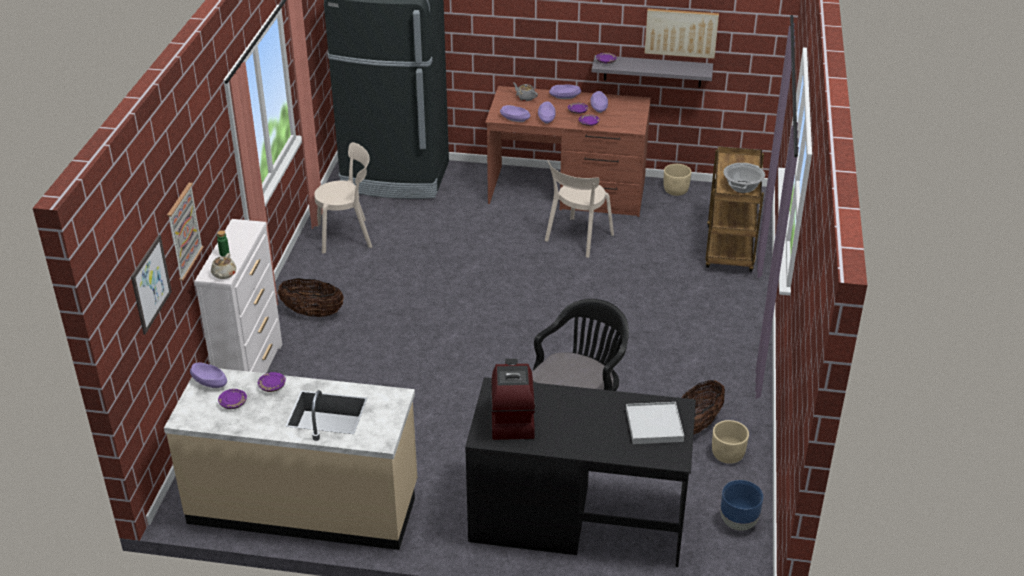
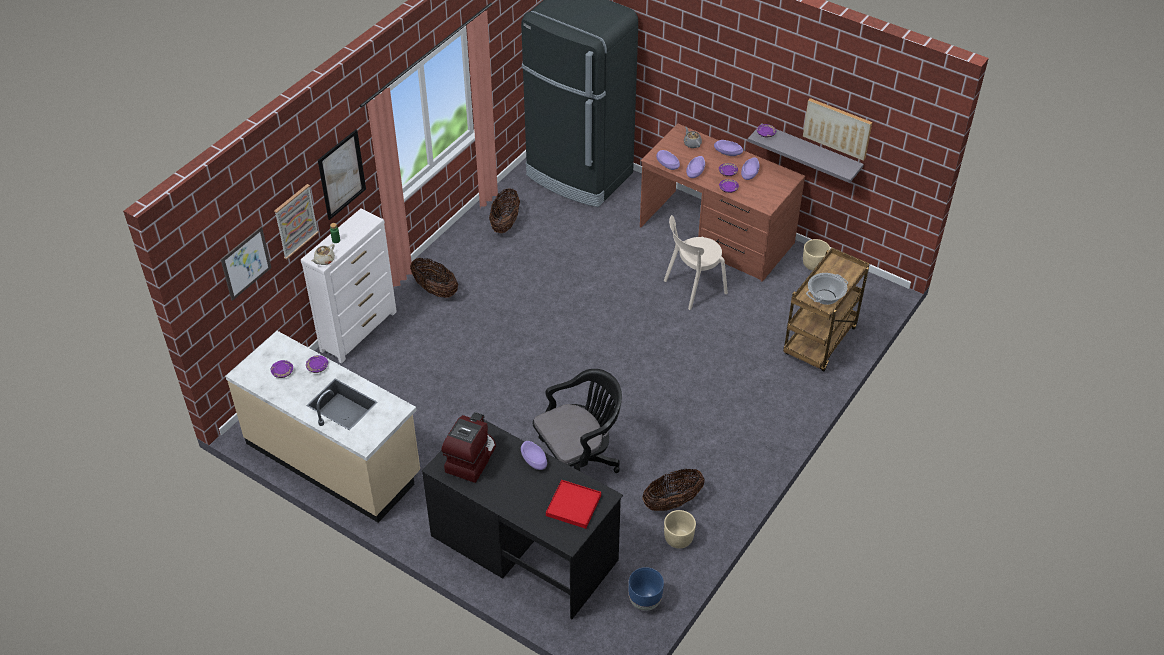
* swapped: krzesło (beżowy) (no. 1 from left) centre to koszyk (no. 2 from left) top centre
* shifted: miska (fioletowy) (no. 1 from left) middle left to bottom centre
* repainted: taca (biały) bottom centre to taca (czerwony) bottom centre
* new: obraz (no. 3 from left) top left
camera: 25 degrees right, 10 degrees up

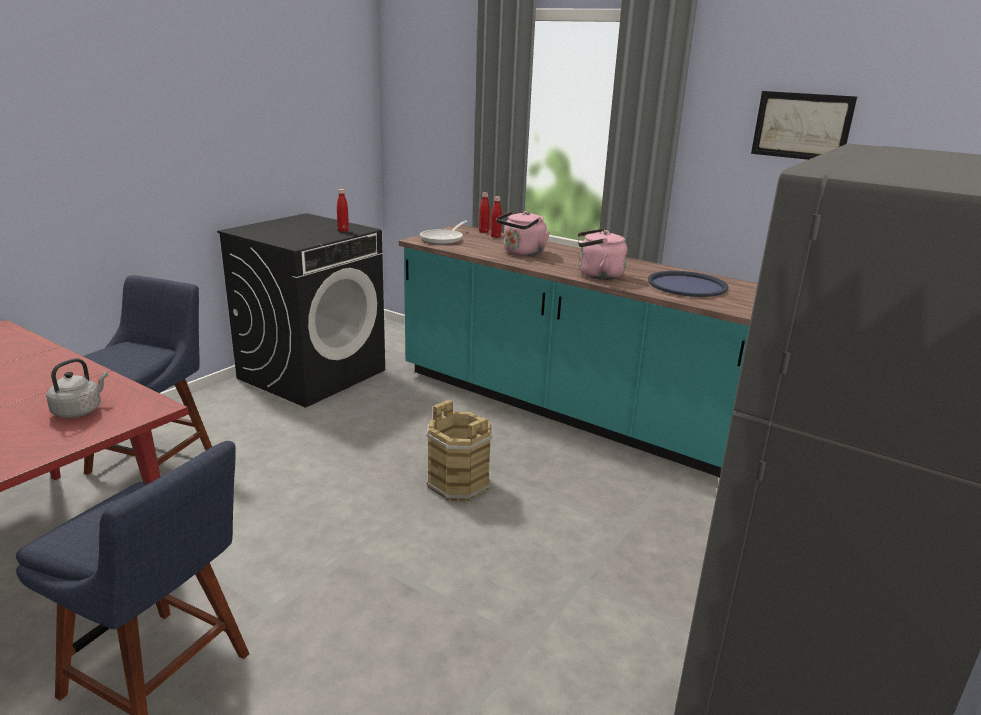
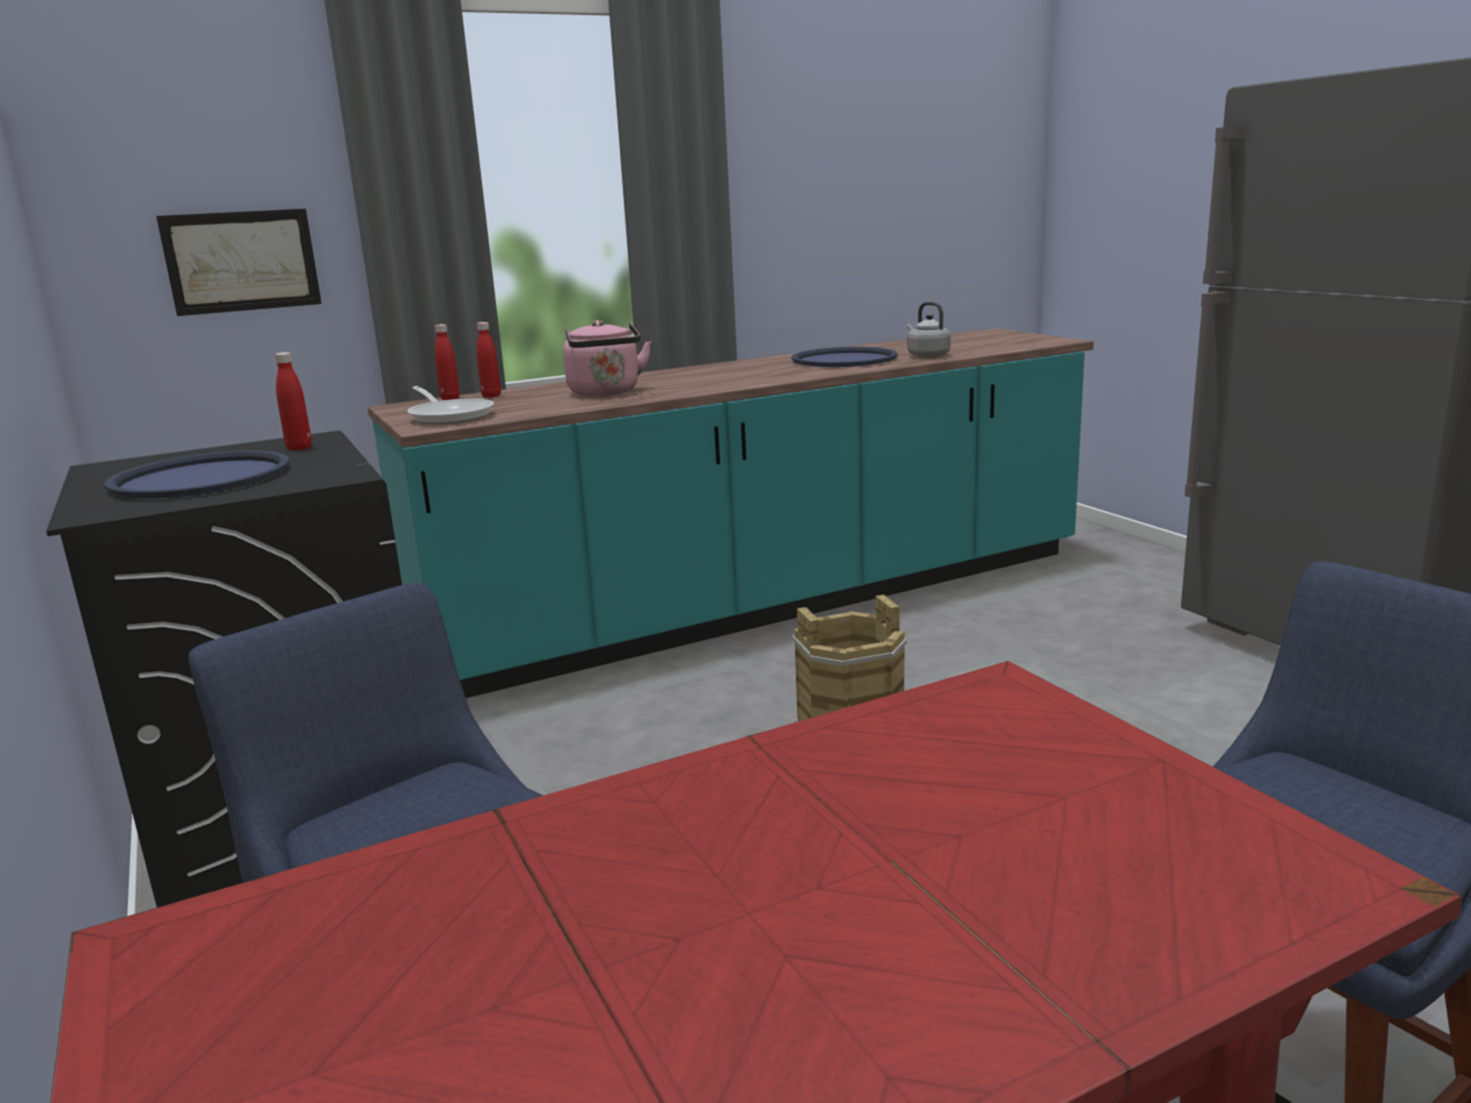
* shifted: obraz top right to top left
* gone: czajnik (różowy) (no. 2 from left) centre
* shifted: czajnik (szary) middle left to top centre
* new: taca (niebieski) (no. 1 from left) middle left
camera: 60 degrees left, 5 degrees down

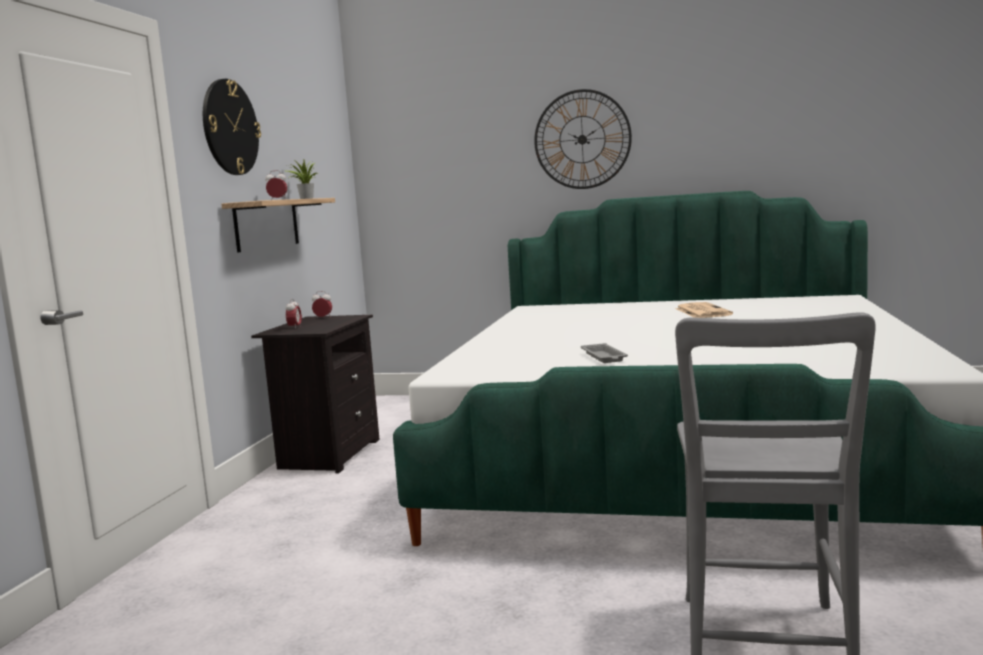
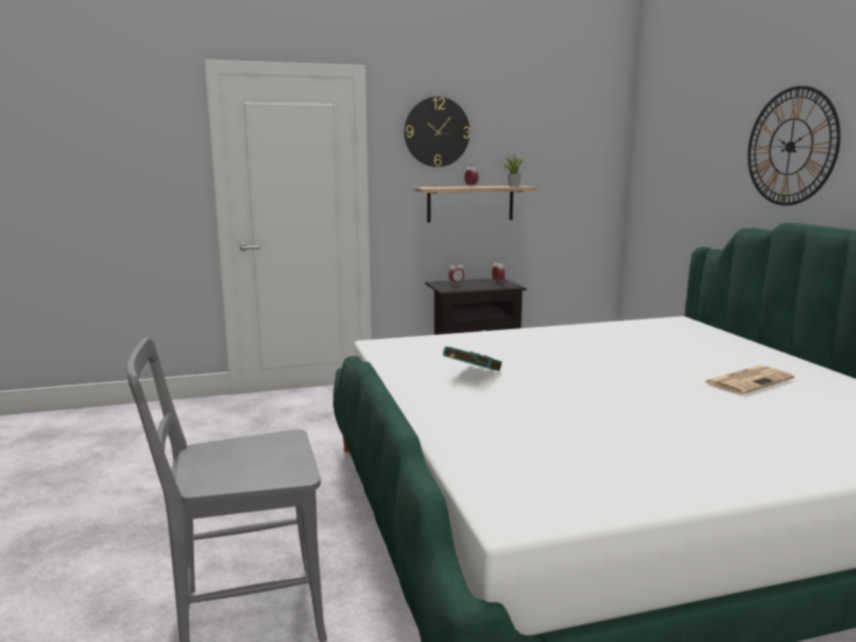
* swapped: taca (szary) centre to książka (turkusowy) centre
camera: 60 degrees right, 5 degrees up

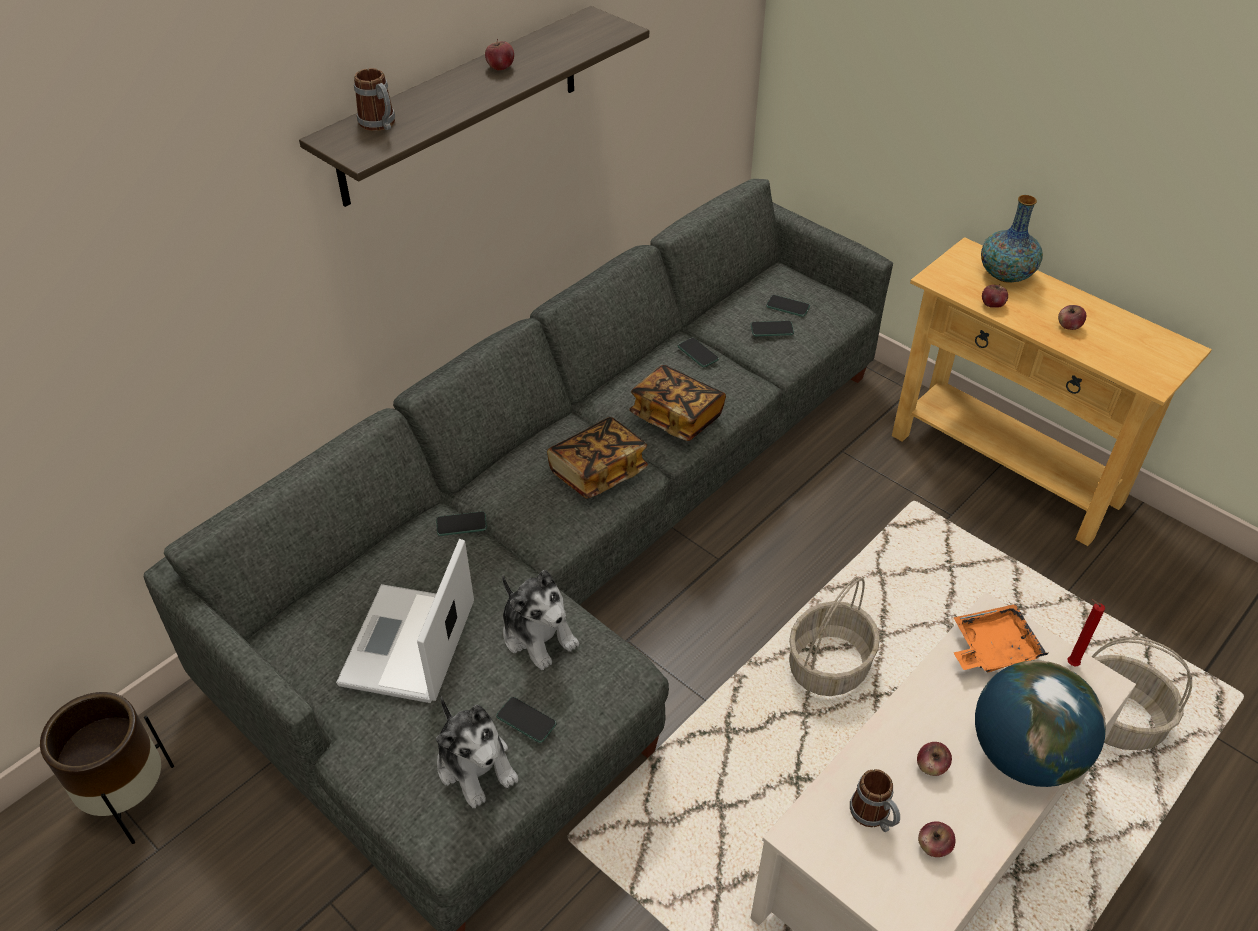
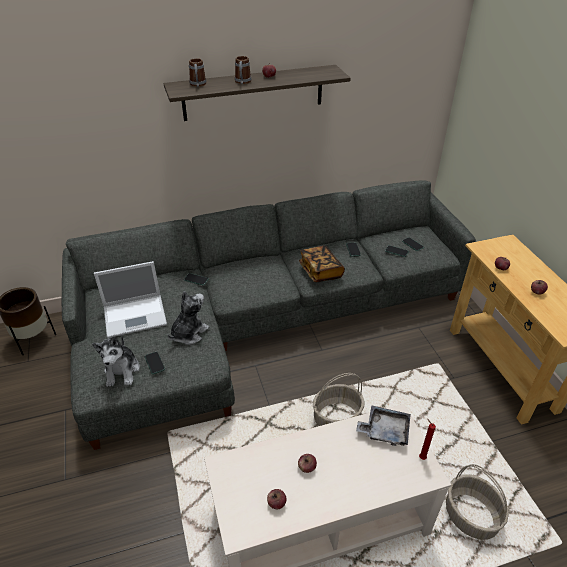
* gone: wazon top right
* gone: książka (no. 1 from left) centre
* rotated: laptop bottom left = middle left 150 degrees counterclockwise
* rotated: pluszak (no. 2 from left) centre = middle left 135 degrees counterclockwise
* repainted: taca (pomarańczowy) bottom right to taca (szary) bottom right
* gone: globus bottom right
* shifted: kubek (no. 2 from left) bottom right to top centre
camera: 30 degrees right, 5 degrees down

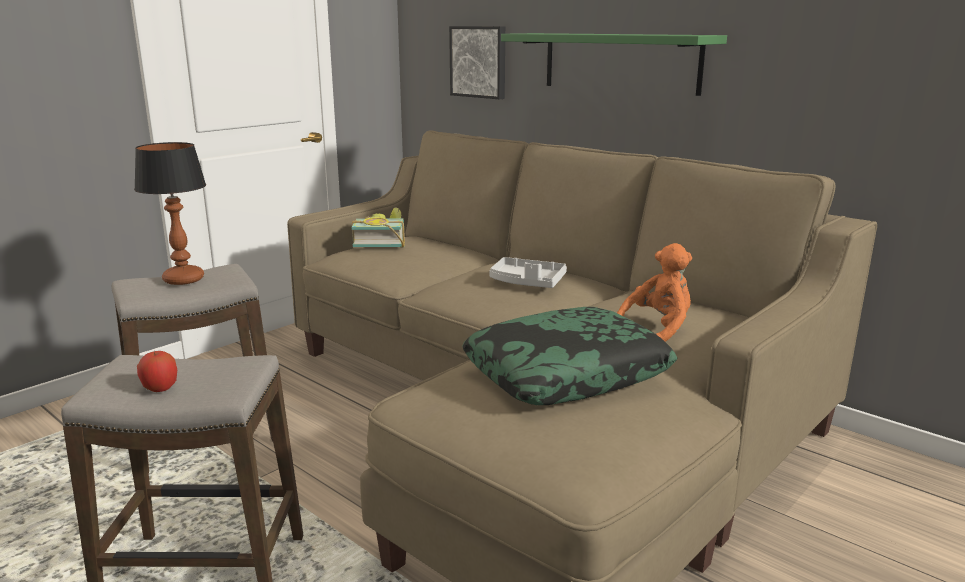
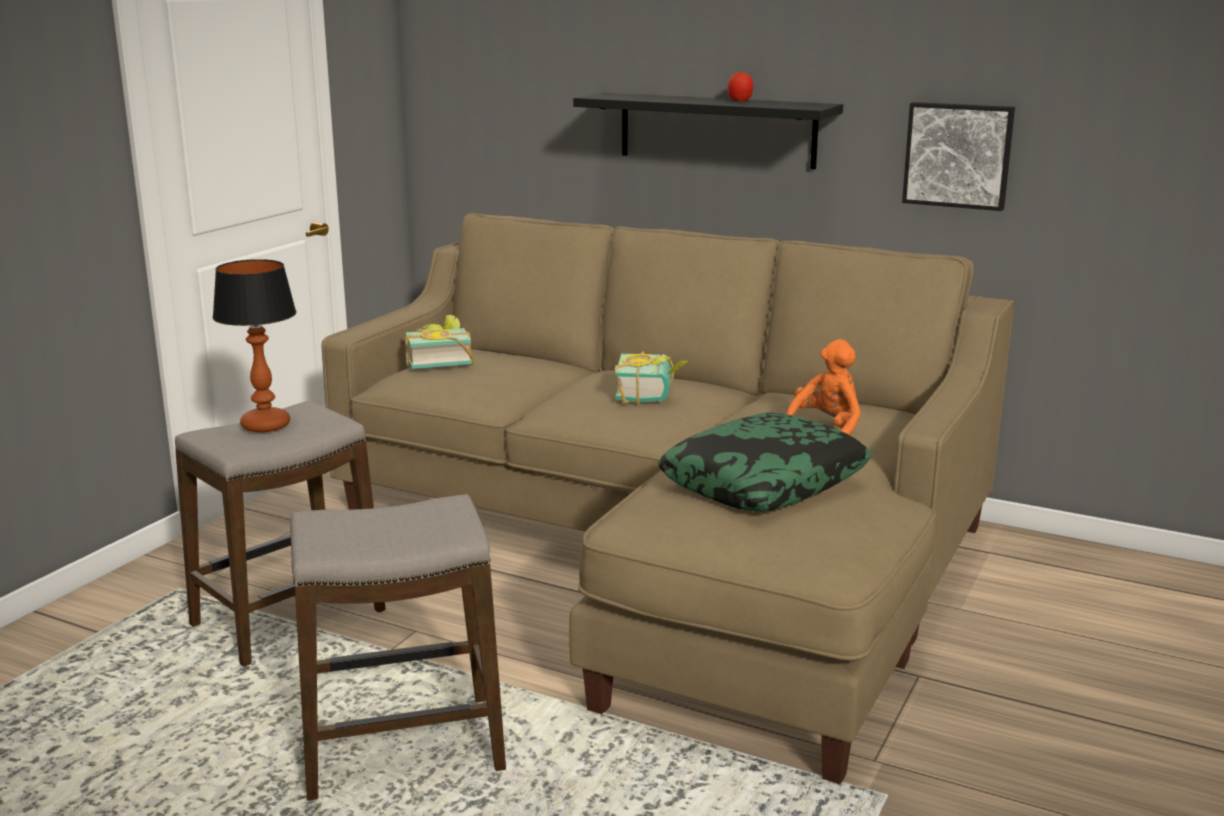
* shifted: obraz top centre to top right
* repainted: półka (zielony) top centre to półka (czarny) top centre
* swapped: taca (szary) centre to książka (no. 2 from left) centre
* shifted: jabłko middle left to top centre
camera: 15 degrees left, 0 degrees up

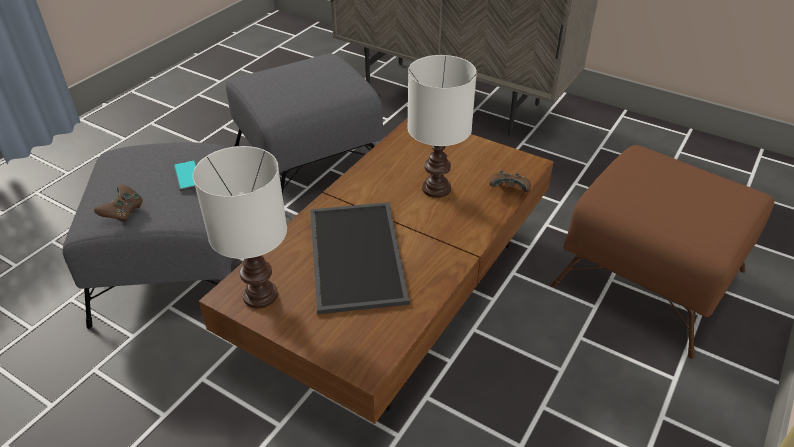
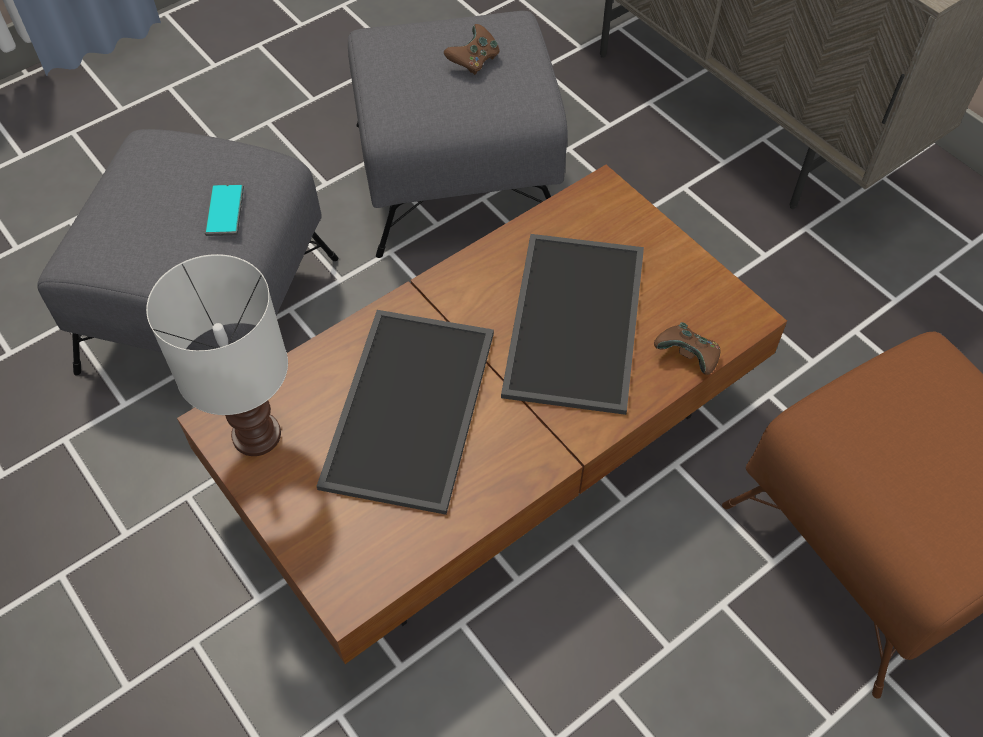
* swapped: lampa stołowa (biały) (no. 2 from left) top centre to taca (no. 2 from left) centre
* shifted: pad do gier (brązowy) (no. 1 from left) middle left to top centre
camera: 20 degrees right, 15 degrees up

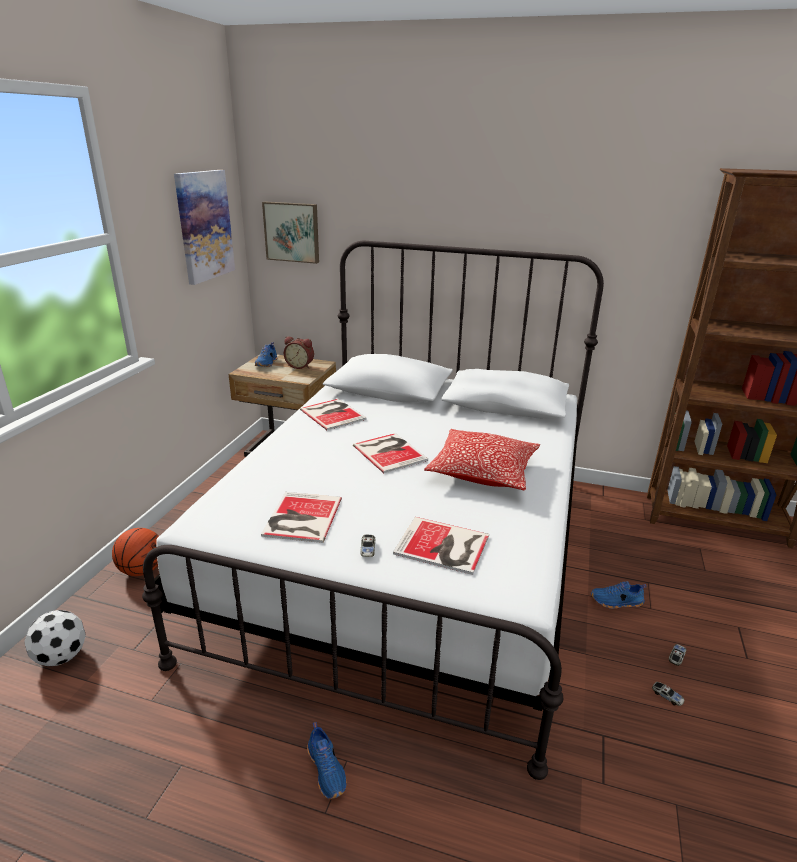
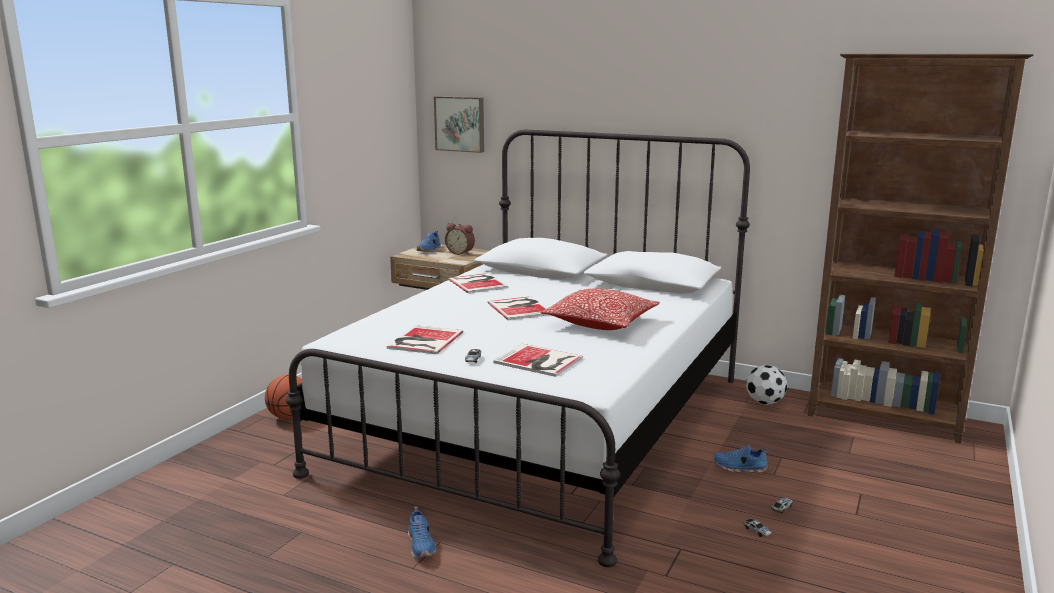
* gone: obraz (no. 1 from left) top left
* shifted: piłka futbolowa bottom left to middle right
camera: 10 degrees right, 10 degrees down

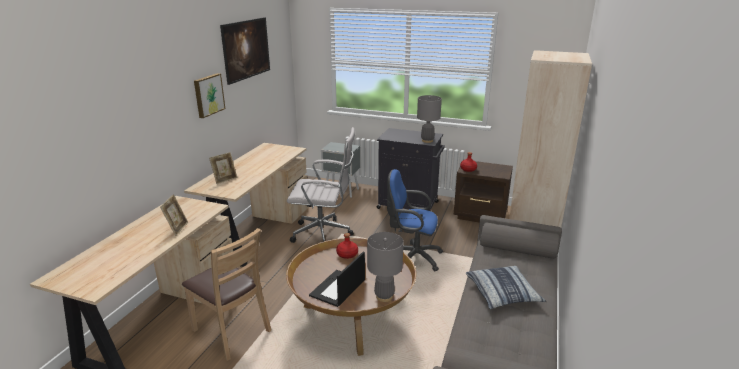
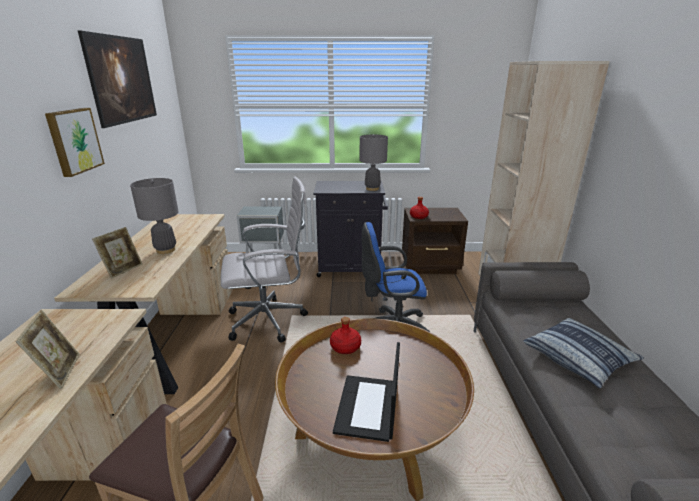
* shifted: lampa stołowa (szary) (no. 1 from left) bottom centre to middle left
camera: 20 degrees left, 0 degrees up

